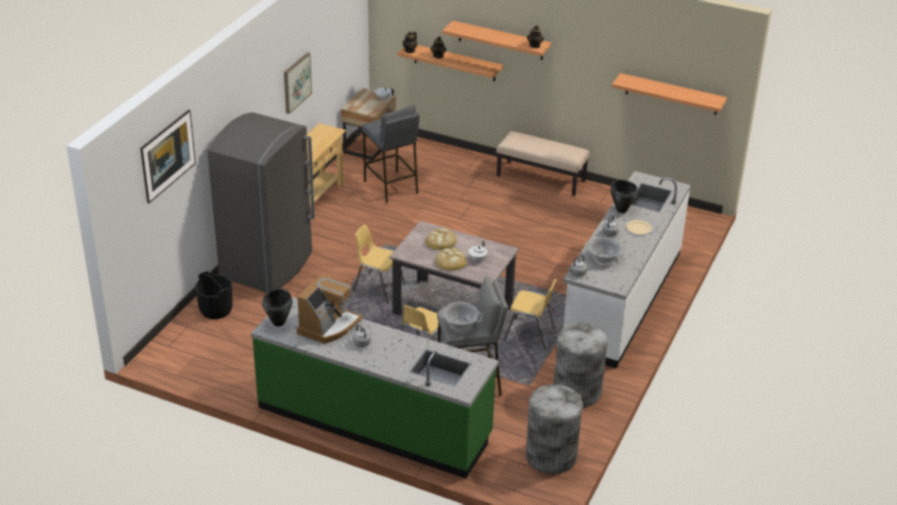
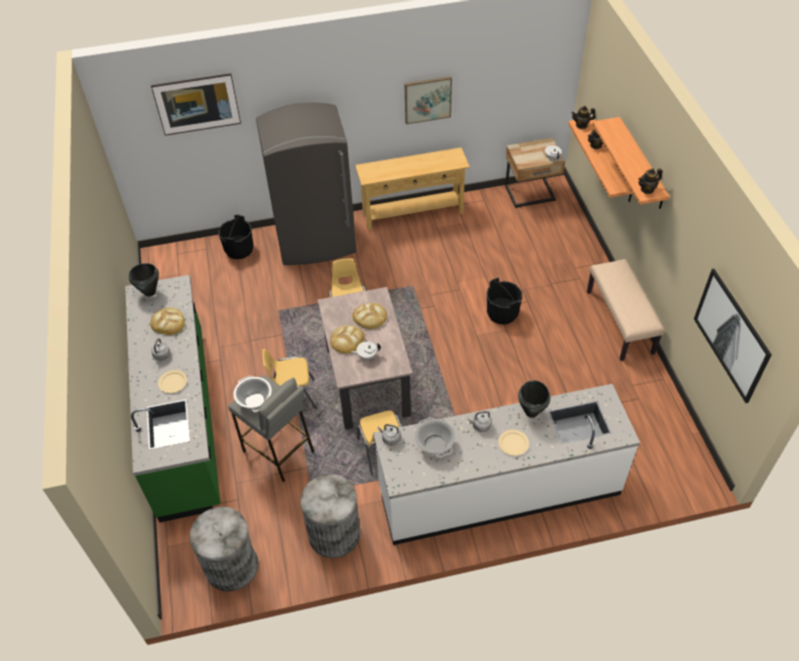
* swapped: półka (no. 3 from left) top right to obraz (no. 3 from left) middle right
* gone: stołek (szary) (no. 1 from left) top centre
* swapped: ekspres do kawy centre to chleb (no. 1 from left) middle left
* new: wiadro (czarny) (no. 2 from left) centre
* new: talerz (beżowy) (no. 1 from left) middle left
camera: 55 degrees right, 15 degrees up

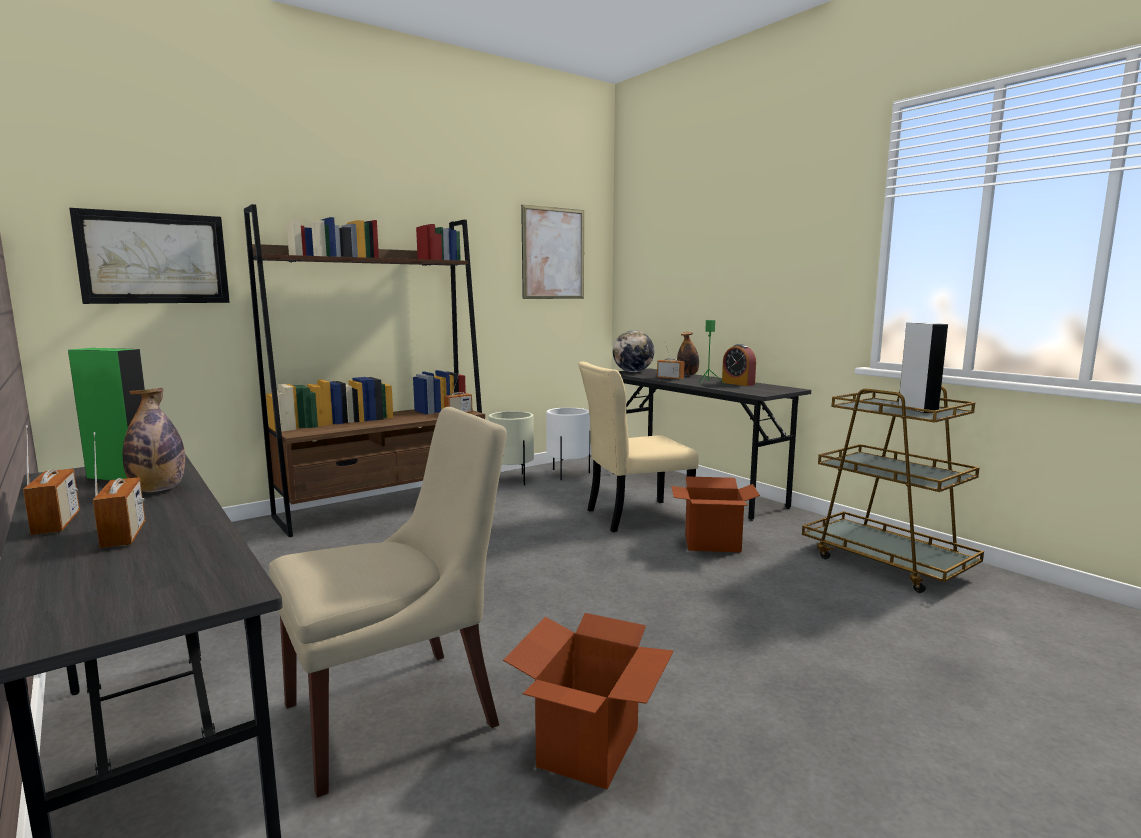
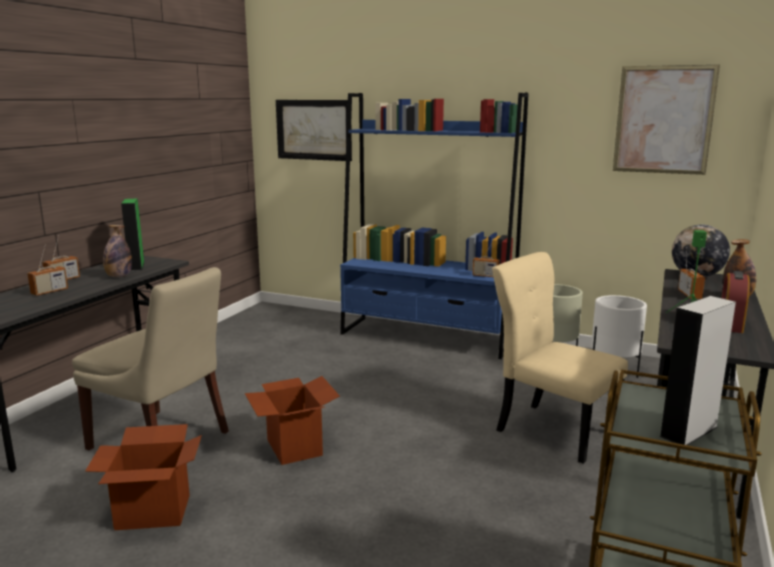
* repainted: regał (brązowy) middle left to regał (niebieski) centre
* shifted: karton (no. 2 from left) centre to bottom centre
camera: 60 degrees right, 5 degrees up

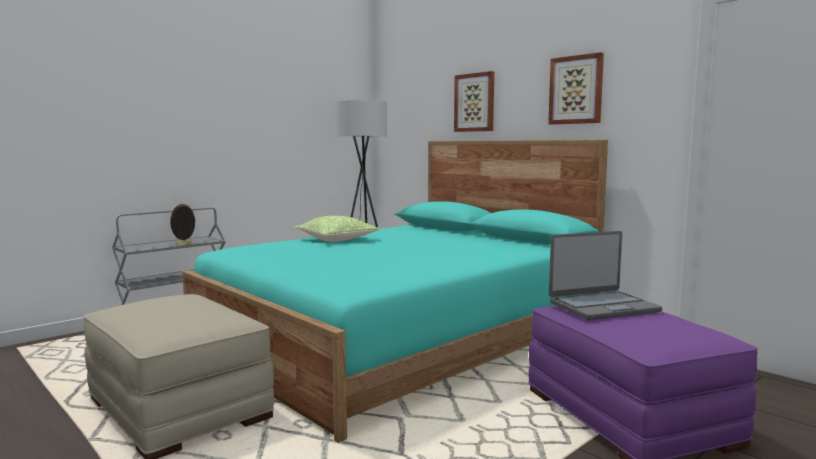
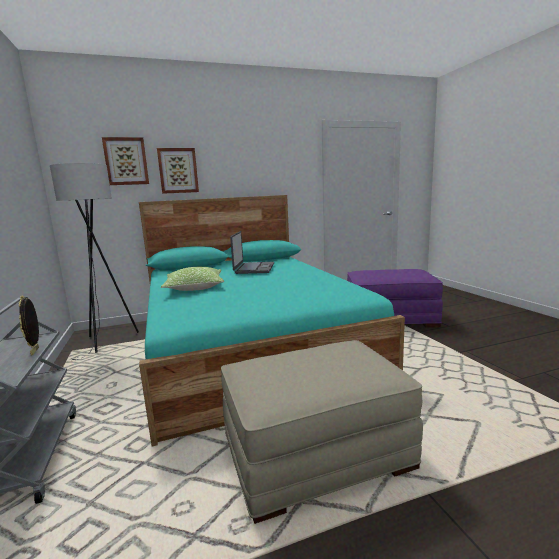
* shifted: obraz (no. 2 from left in the first image) top right to obraz (no. 1 from left) top left
* shifted: laptop middle right to centre
camera: 65 degrees left, 5 degrees up

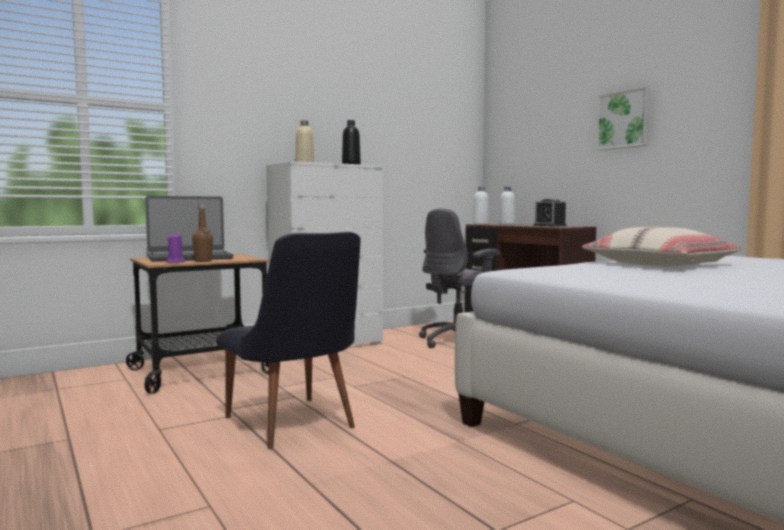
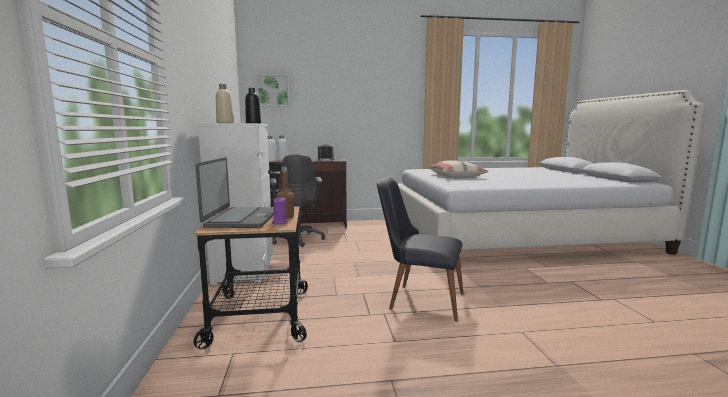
* shifted: obraz top right to top centre
* rotated: krzesło (czarny) centre = centre 150 degrees counterclockwise
camera: 65 degrees left, 5 degrees up

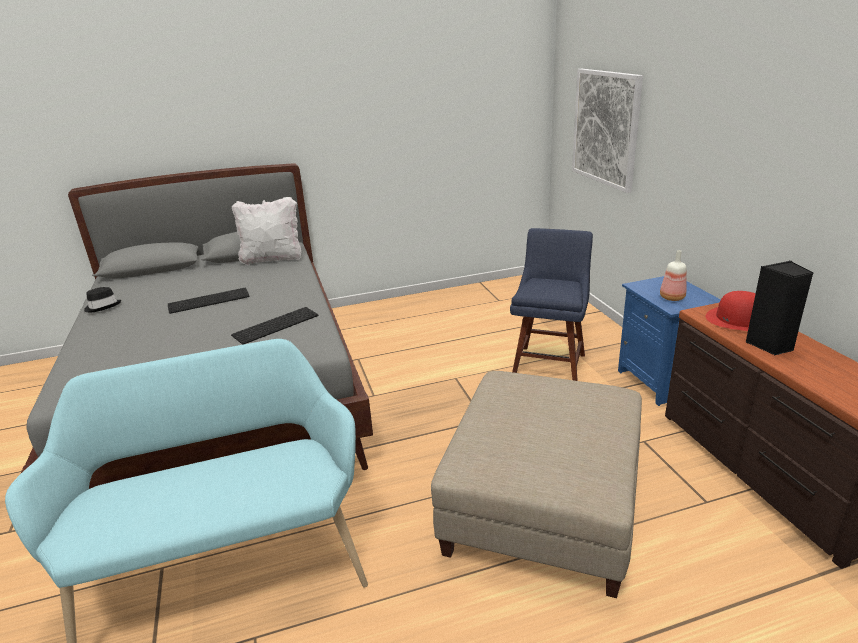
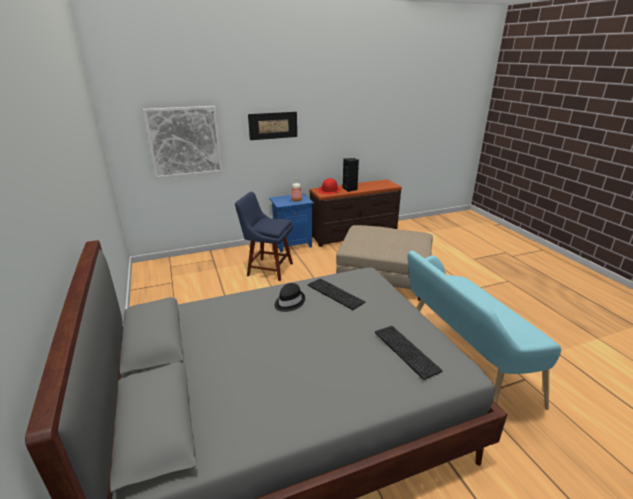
* gone: poduszka (biały) middle left
* shifted: kapelusz (czarny) middle left to centre
* shifted: klawiatura (no. 1 from left in the first image) middle left to klawiatura (no. 2 from left) bottom centre
* new: obraz (no. 2 from left) top centre
camera: 95 degrees left, 0 degrees up

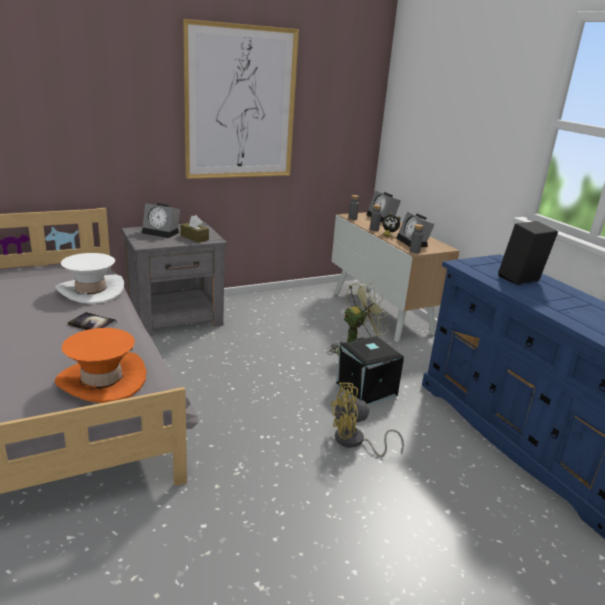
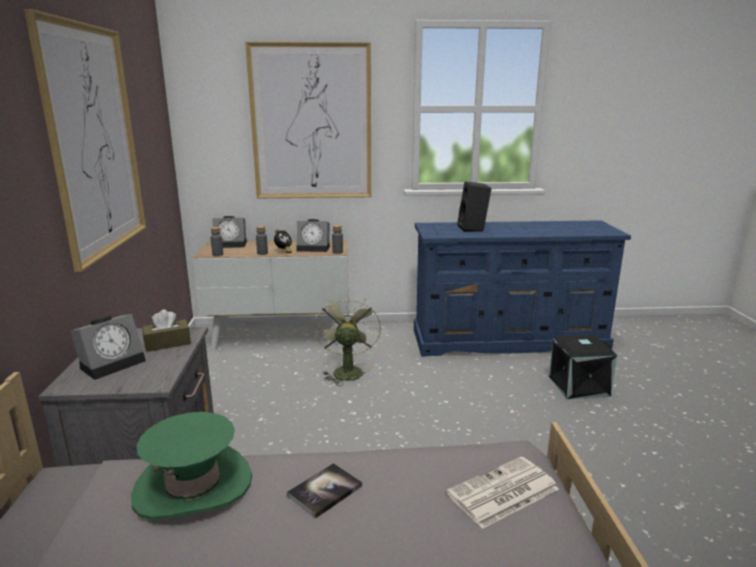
* repainted: kapelusz (biały) middle left to kapelusz (zielony) bottom left
* swapped: kapelusz (pomarańczowy) middle left to gazeta bottom centre
* shifted: pojemnik do przechowywania (czarny) centre to middle right
* gone: wentylator (żółty) bottom centre
* new: obraz (no. 2 from left) top centre
camera: 65 degrees left, 5 degrees down

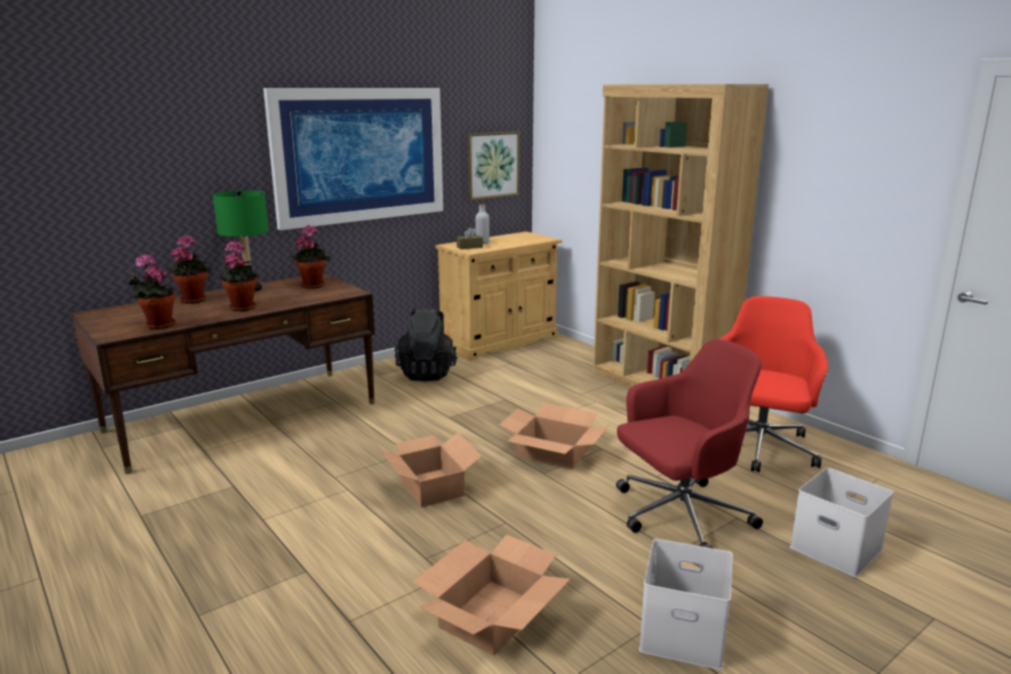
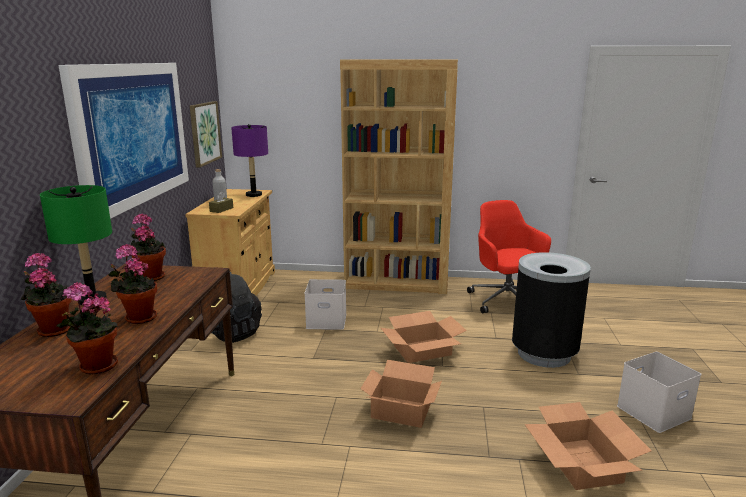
* swapped: krzesło biurowe (czerwony) (no. 1 from left) middle right to kosz na śmieci (czarny) middle right
* shifted: pojemnik do przechowywania (biały) (no. 2 from left in the first image) bottom right to pojemnik do przechowywania (biały) (no. 1 from left) centre
* new: lampa stołowa (fioletowy) top centre
camera: 45 degrees left, 0 degrees up

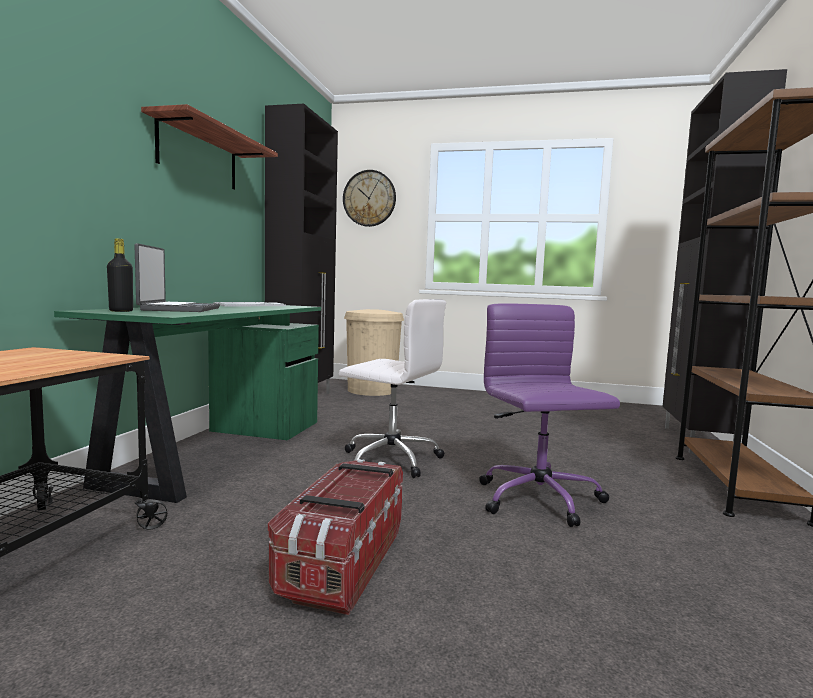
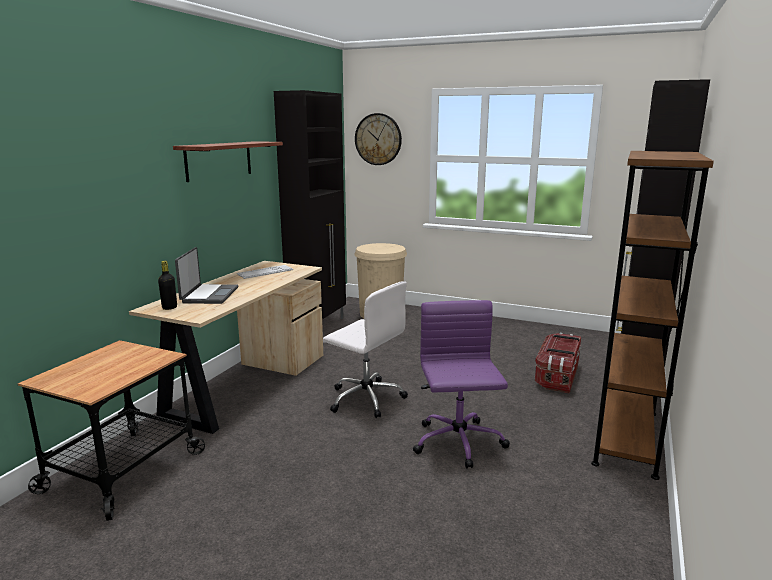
* repainted: biurko (zielony) middle left to biurko (beżowy) middle left
* shifted: pojemnik do przechowywania bottom centre to middle right
camera: 10 degrees right, 10 degrees up

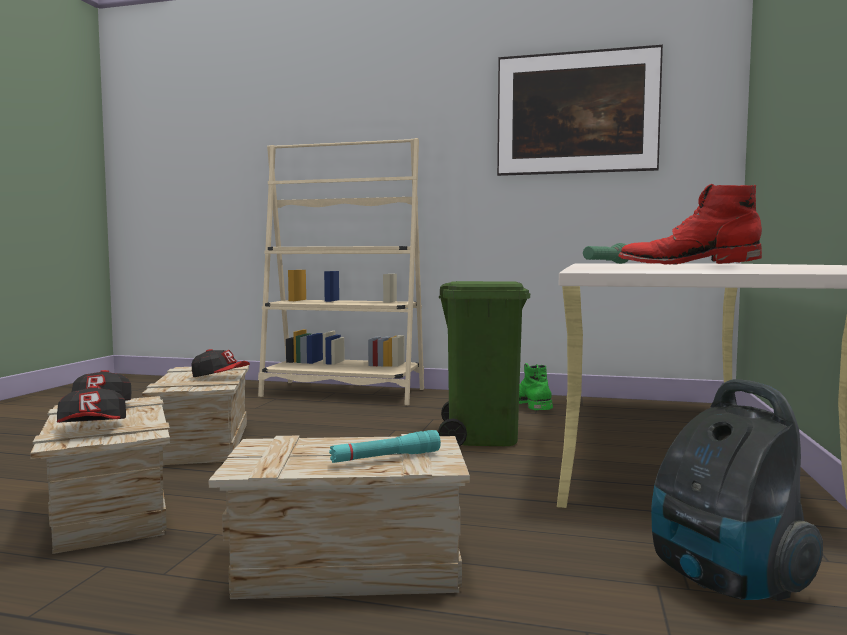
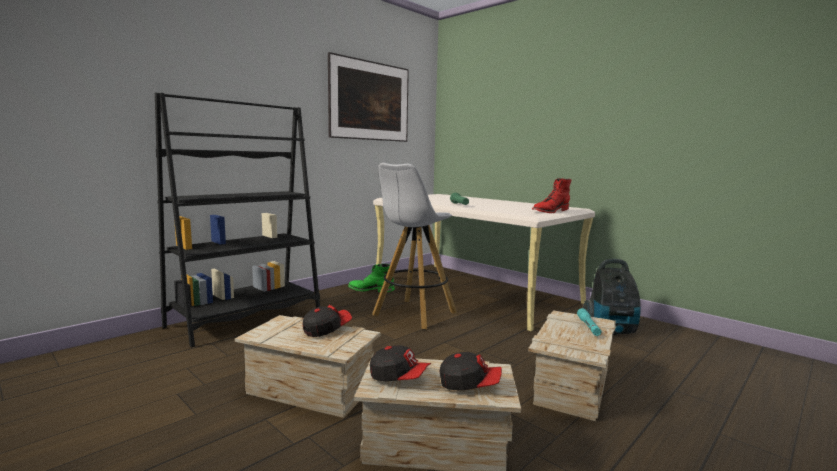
* repainted: regał (beżowy) centre to regał (czarny) middle left
* swapped: kosz na śmieci (zielony) centre to stołek (biały) centre
camera: 60 degrees left, 5 degrees up

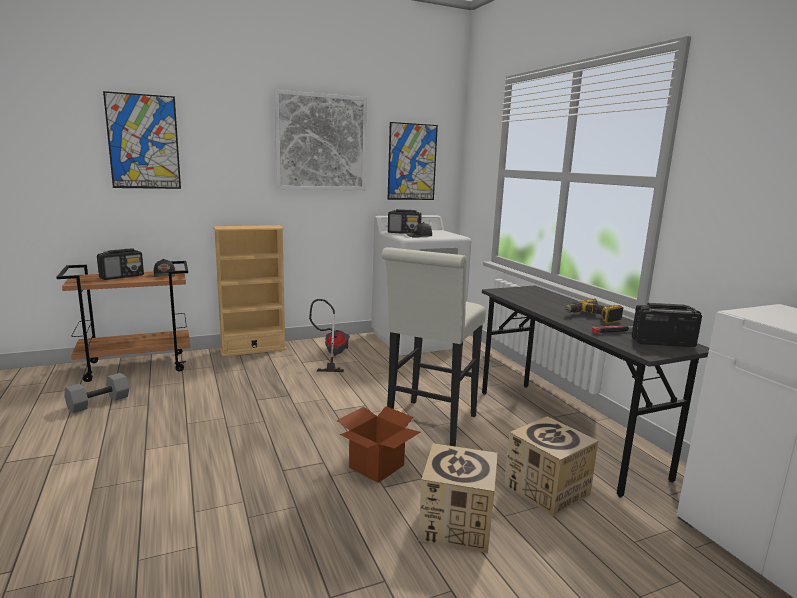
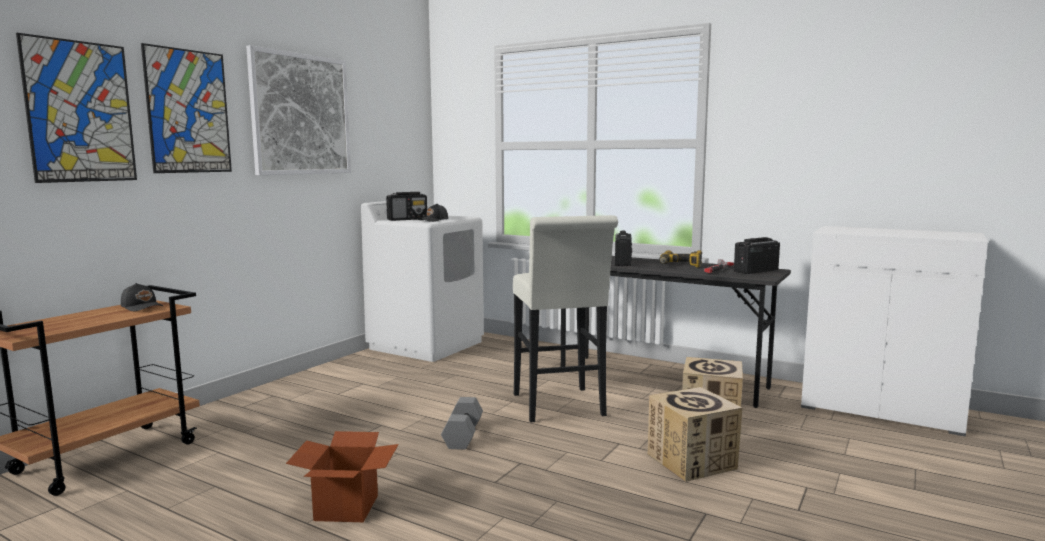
* shifted: obraz (no. 3 from left in the first image) top centre to obraz (no. 2 from left) top left
* gone: regał (beżowy) middle left
* shifted: radio (no. 1 from left in the first image) middle left to radio (no. 2 from left) centre
* gone: odkurzacz centre
* shifted: hantel (szary) middle left to bottom centre
* shifted: karton (no. 1 from left) bottom centre to bottom left
camera: 35 degrees left, 5 degrees down

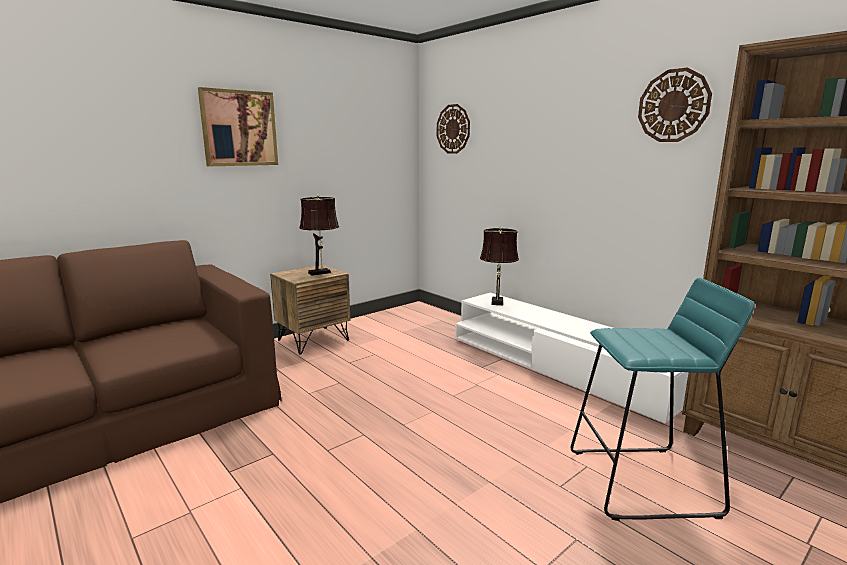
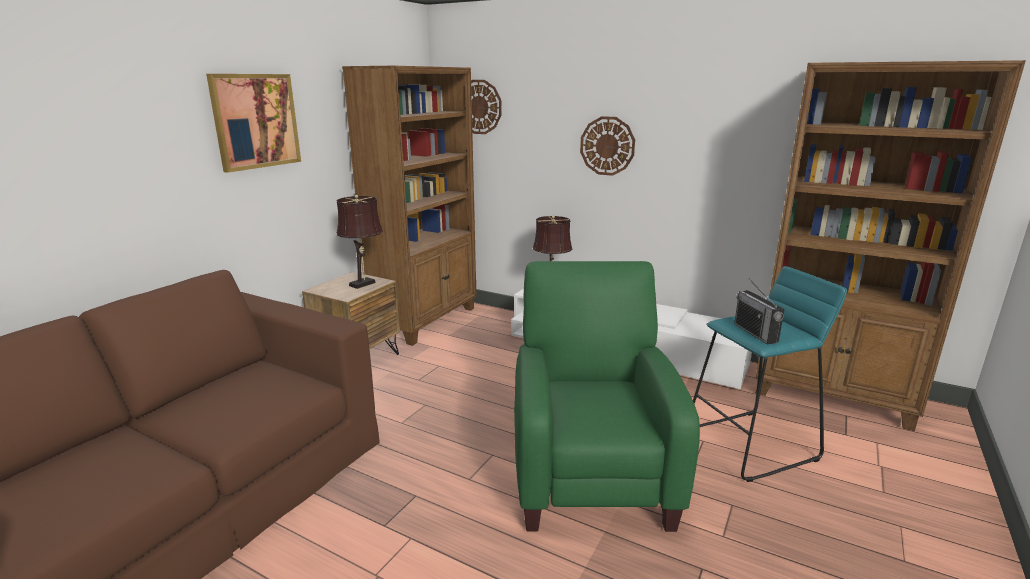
* shifted: zegar ścienny (no. 2 from left) top right to top centre
* new: regał (brązowy) (no. 1 from left) centre
* new: fotel (zielony) bottom centre
* new: radio middle right
camera: 20 degrees left, 5 degrees up

